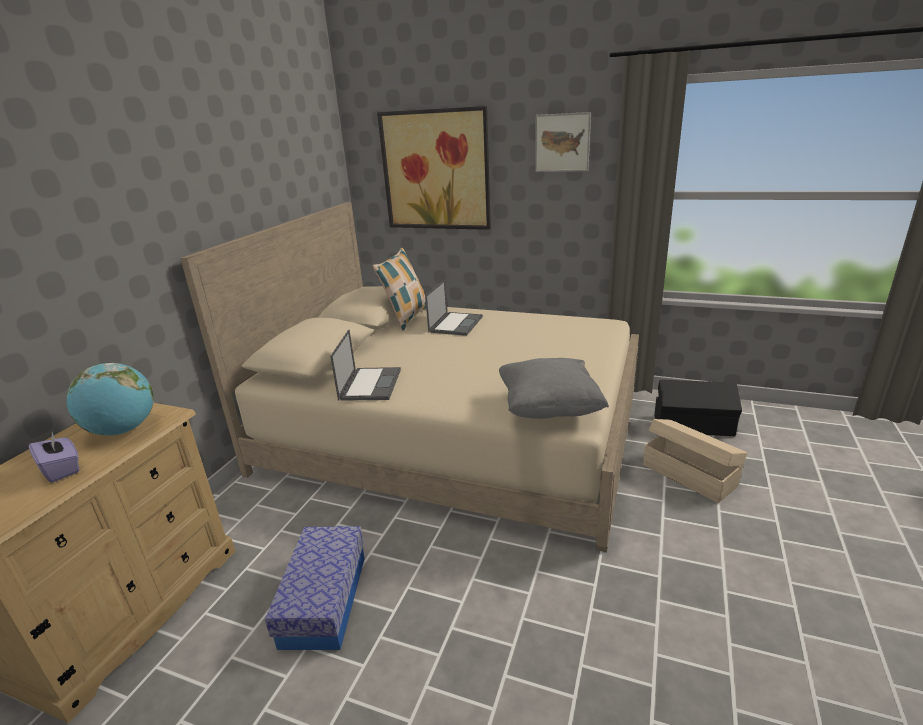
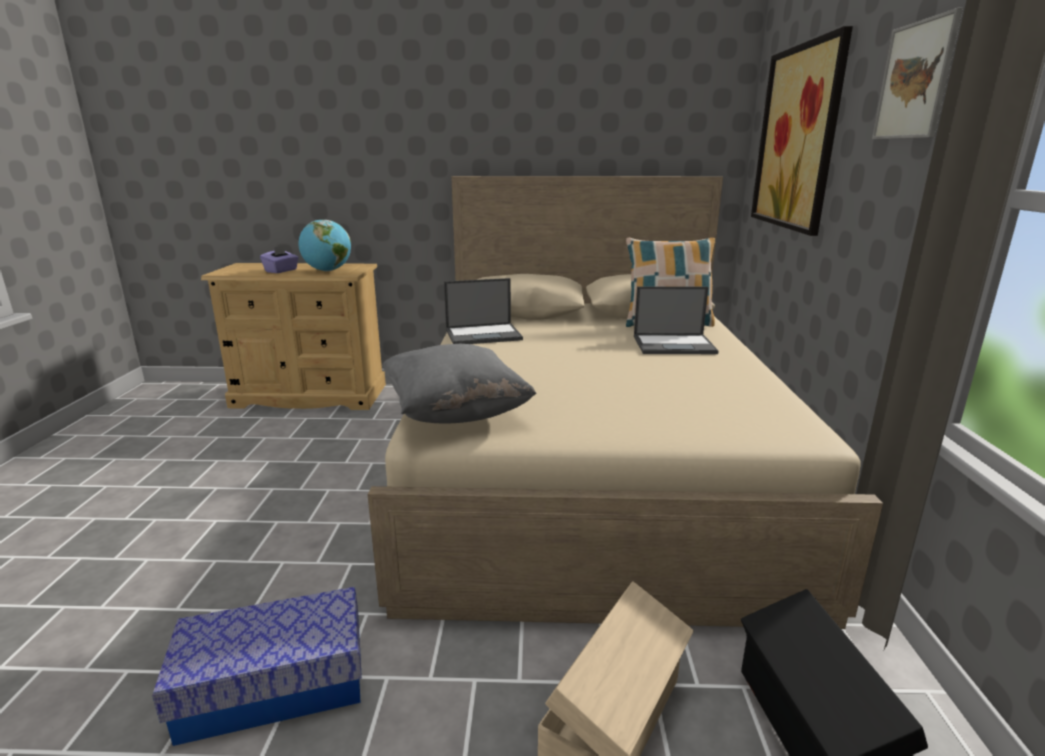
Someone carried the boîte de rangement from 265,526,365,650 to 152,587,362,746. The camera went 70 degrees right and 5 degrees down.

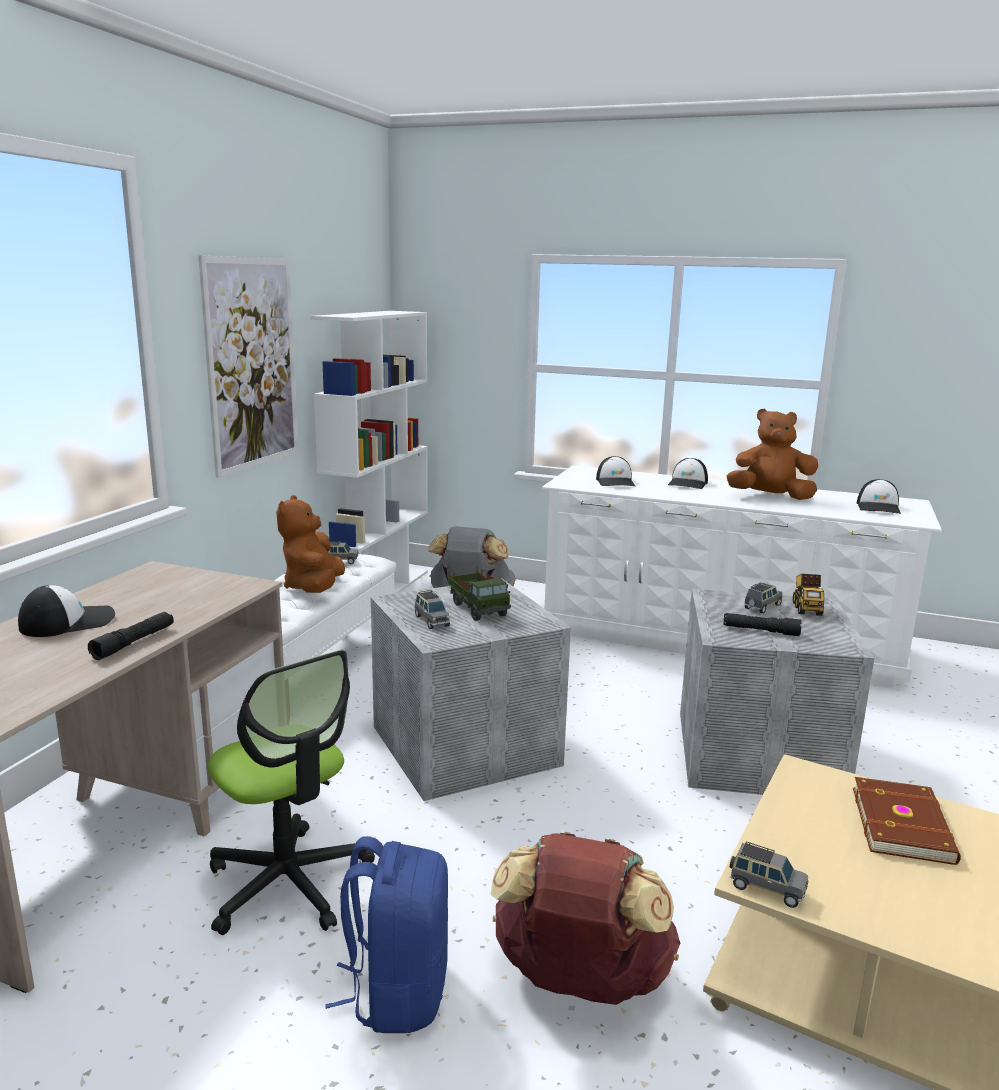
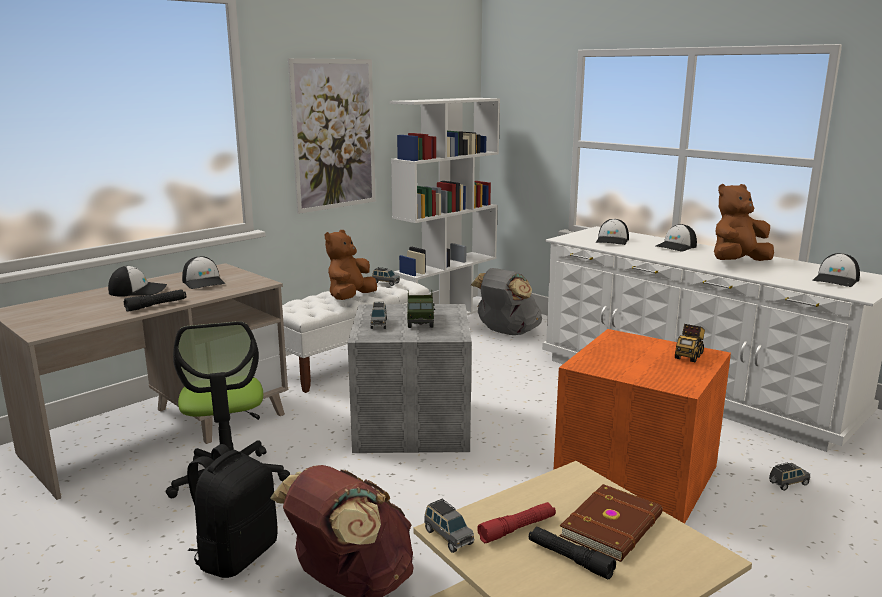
Someone repainted the sac à dos/bleu at 325,836,448,1033, which became the sac à dos/noir at 187,444,278,578. Someone repainted the boîte de rangement/gris at 680,589,874,795, which became the boîte de rangement/orange at 553,329,731,524. Someone carried the lampe de poche/noir from 723,613,802,636 to 529,527,616,579. Someone rotated the peluche/marron at 727,408,818,500 by 60 degrees counterclockwise. Someone carried the petite voiture/gris from 744,583,782,614 to 769,462,810,491. Someone put down the casquette at 182,256,226,289. Someone put down the lampe de poche/rouge at 477,502,556,543. The camera went 25 degrees right and 0 degrees up.

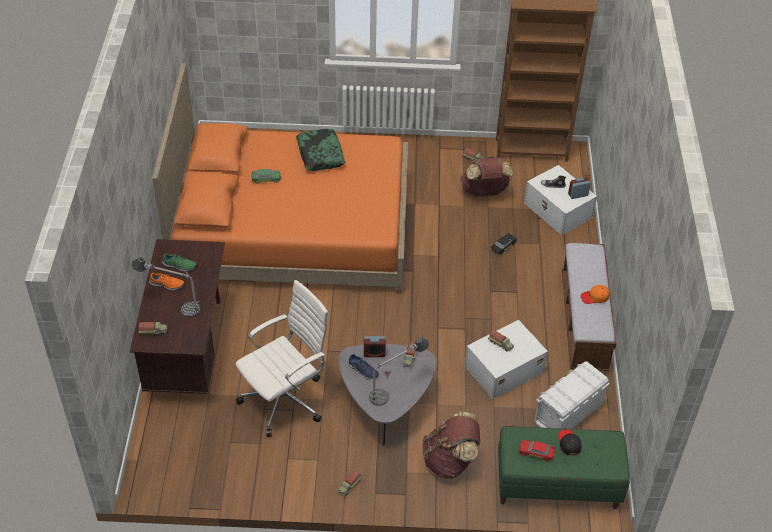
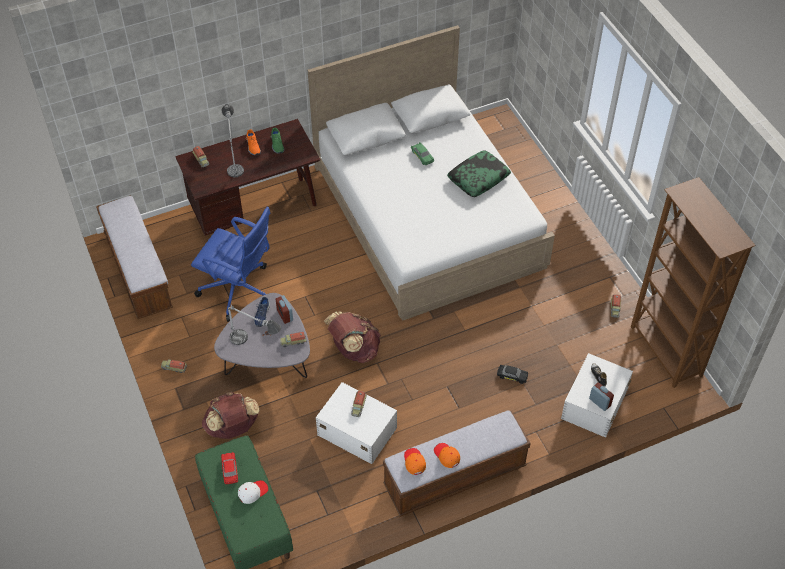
Someone repainted the lit/orange at 152,63,408,293, which became the lit/blanc at 308,25,555,321. Someone repainted the chaise de bureau/blanc at 236,280,329,437, which became the chaise de bureau/bleu at 191,207,271,322. Someone carried the sac à dos/marron from 461,156,513,197 to 324,311,381,363. Someone took away the boîte de rangement/blanc at 534,361,610,429. Someone repainted the casquette/noir at 558,429,582,455, which became the casquette/blanc at 238,480,268,504. Someone put down the banc at 96,195,173,319. Someone put down the casquette/orange at 404,448,426,475. The camera went 65 degrees right and 5 degrees up.

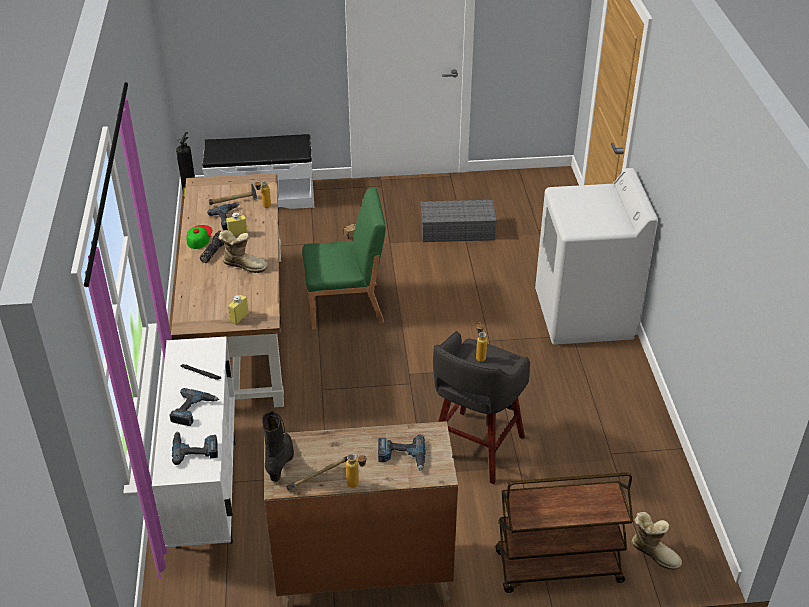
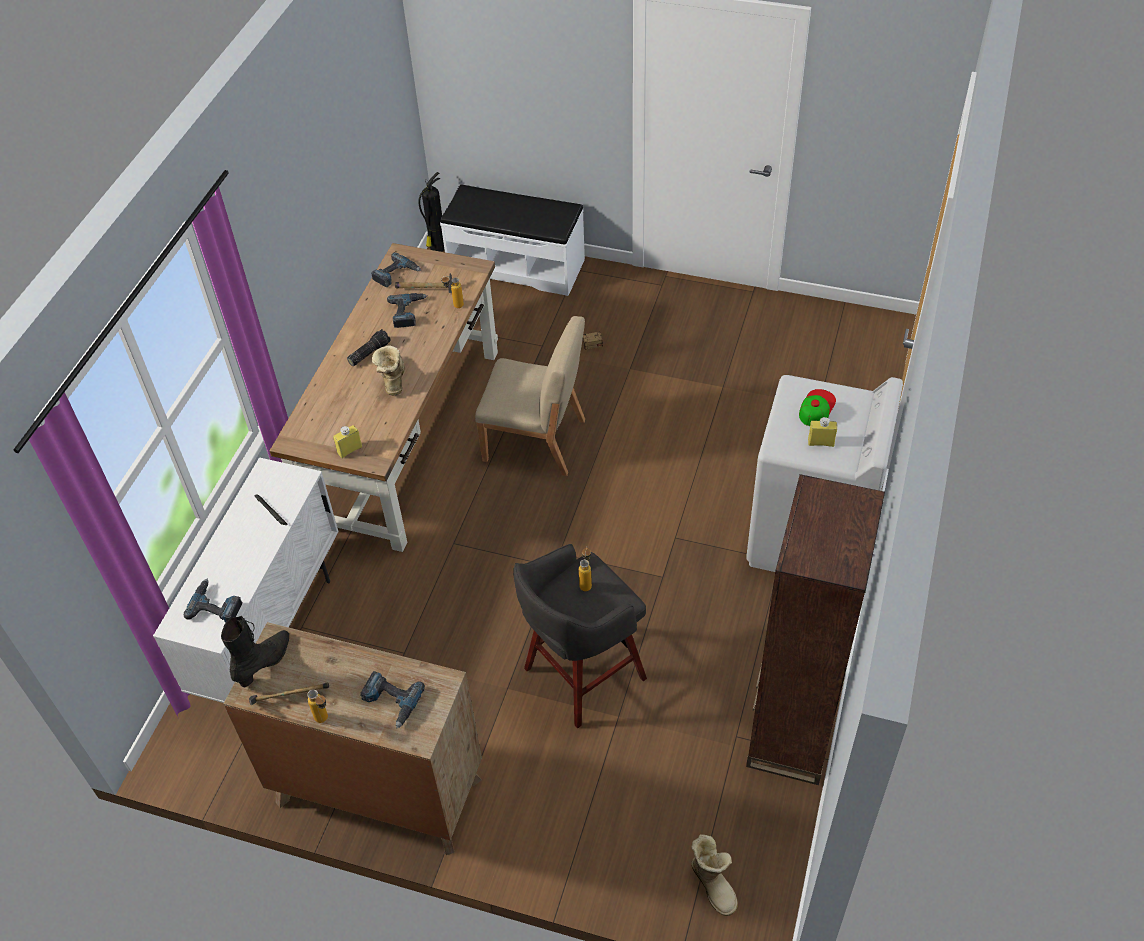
Someone carried the perceuse from 170,388,219,426 to 371,252,421,287. Someone carried the casquette from 187,225,212,249 to 799,389,836,426. Someone rotated the botte at 218,230,268,273 by 135 degrees counterclockwise. Someone carried the bouteille/jaune from 226,213,248,237 to 808,417,837,447. Someone repainted the chaise/vert at 302,188,386,330, which became the chaise/beige at 475,316,585,476. Someone took away the boîte de rangement/gris at 420,200,497,242. Someone took away the chariot/marron at 496,472,633,593. Someone put down the bibliothèque/marron at 746,474,885,785. The camera went 25 degrees right and 10 degrees up.

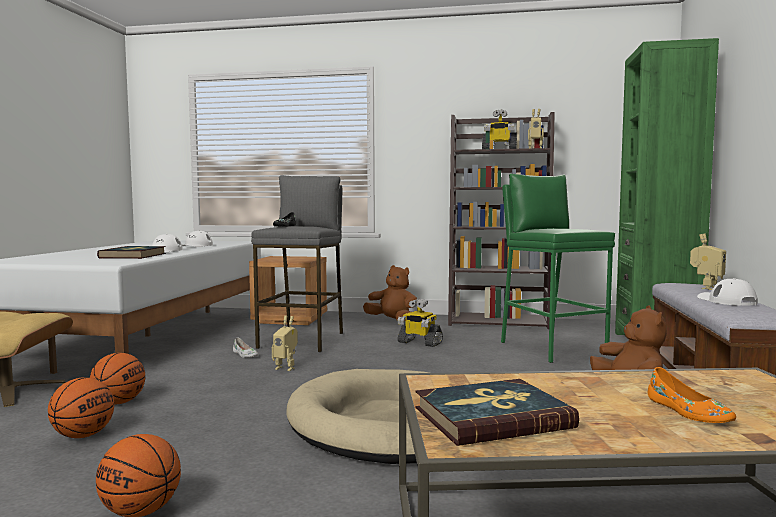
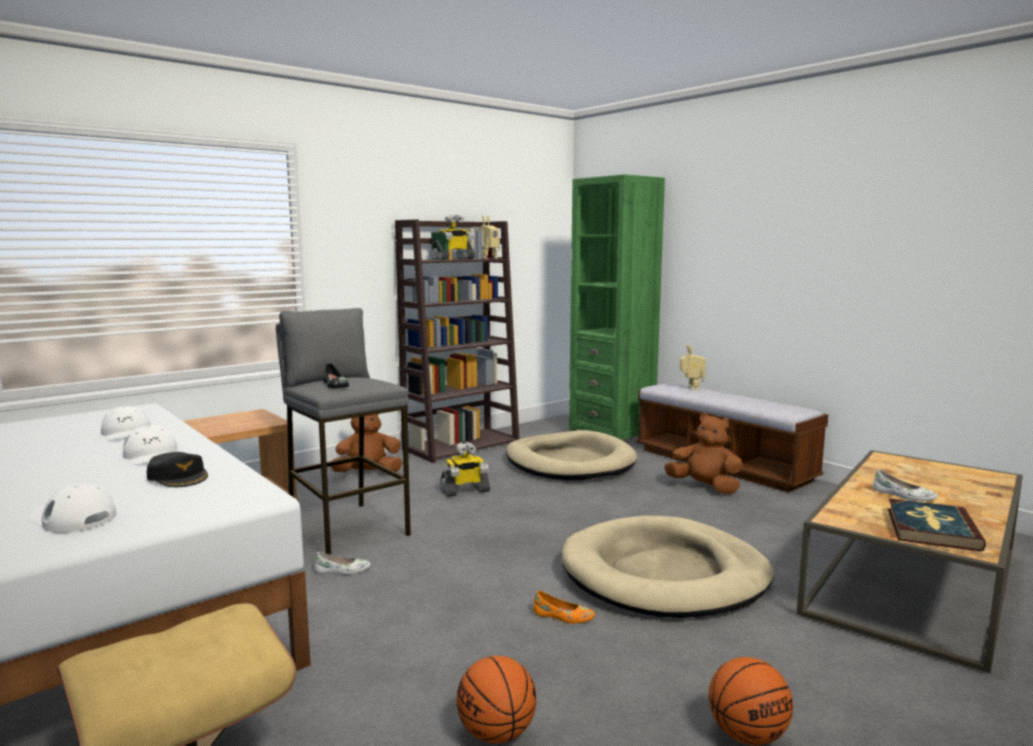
Someone took away the ballon de basket at 90,353,145,404. Someone swapped the livre at 97,246,166,259 for the casquette/noir at 146,452,208,487. Someone took away the robot jouet at 272,315,298,371. Someone swapped the tabouret/vert at 501,174,615,363 for the panier pour chien/beige at 506,430,637,481. Someone carried the chaussure/orange from 648,367,736,423 to 533,590,595,624. Someone carried the casquette/blanc from 697,278,758,306 to 29,483,116,533. Someone put down the chaussure/blanc at 873,469,938,501. The camera went 50 degrees left and 5 degrees up.

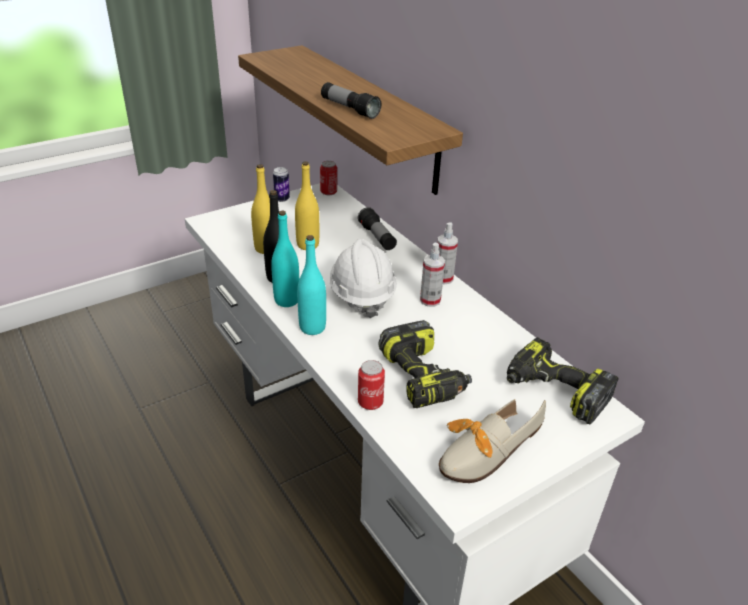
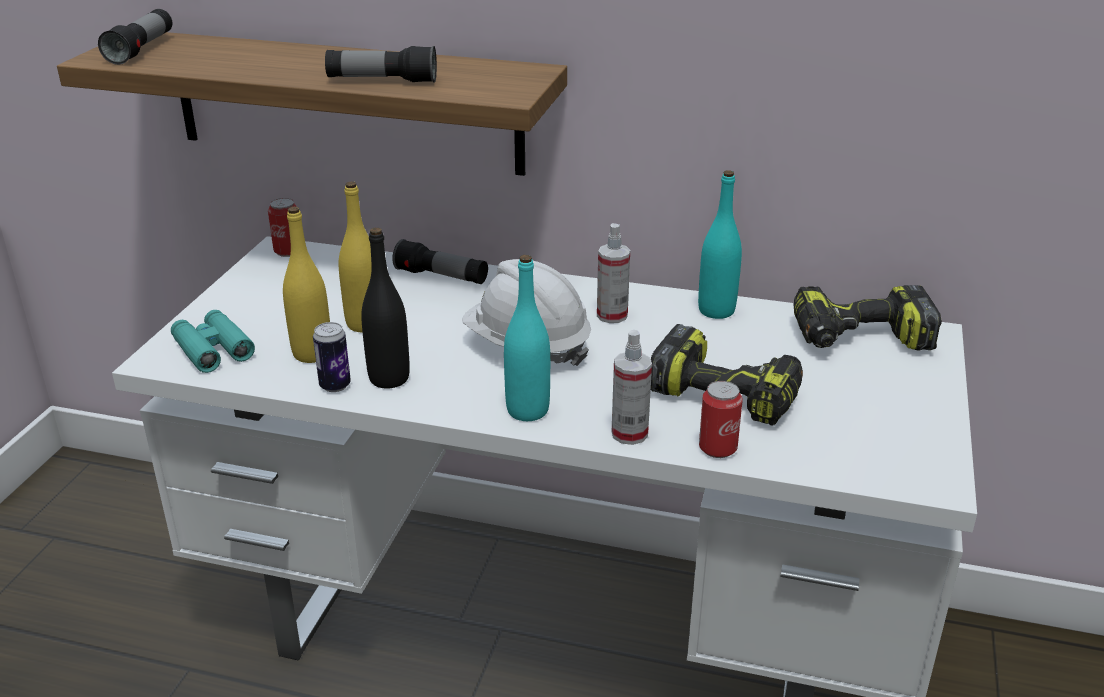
Someone carried the bouteille/turquoise from 271,210,299,307 to 698,170,742,319. Someone carried the boîte métallique from 273,167,290,202 to 313,322,351,392. Someone carried the vaporisateur from 437,223,458,285 to 612,330,652,445. Someone took away the chaussure at 439,399,546,483. Someone put down the lampe de poche at 98,9,172,65. Someone put down the jumelles/turquoise at 171,310,255,373. The camera went 40 degrees left and 5 degrees down.

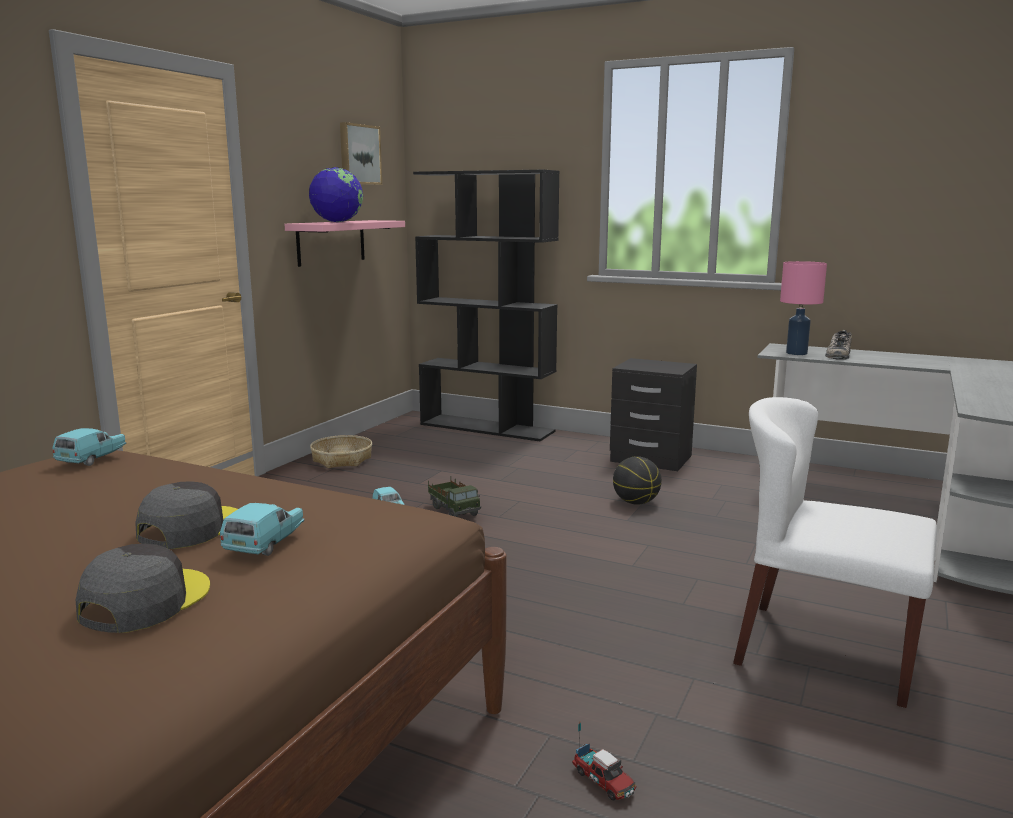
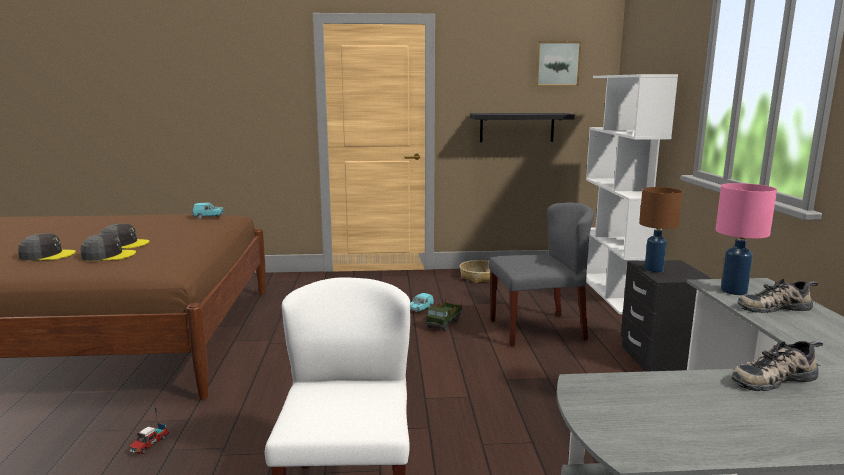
Someone swapped the petite voiture/turquoise at 220,503,304,556 for the casquette/gris at 80,234,136,261. Someone repainted the étagère/rose at 284,220,405,267, which became the étagère/noir at 470,113,575,142. Someone took away the globe at 309,167,363,222. Someone repainted the bibliothèque/noir at 413,170,560,441, which became the bibliothèque/blanc at 586,74,678,314. Someone took away the ballon de basket at 613,456,662,505. Someone put down the chaise/gris at 489,203,594,347. Someone put down the lampe de table/marron at 639,187,683,272. Someone put down the chaussure at 732,341,823,391. The camera went 60 degrees right and 0 degrees up.

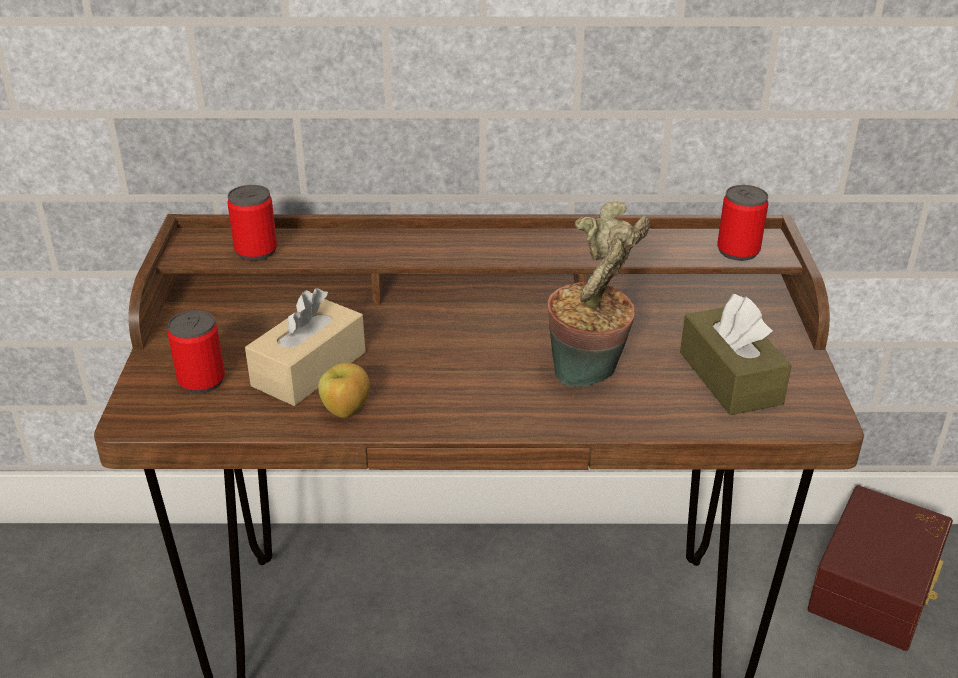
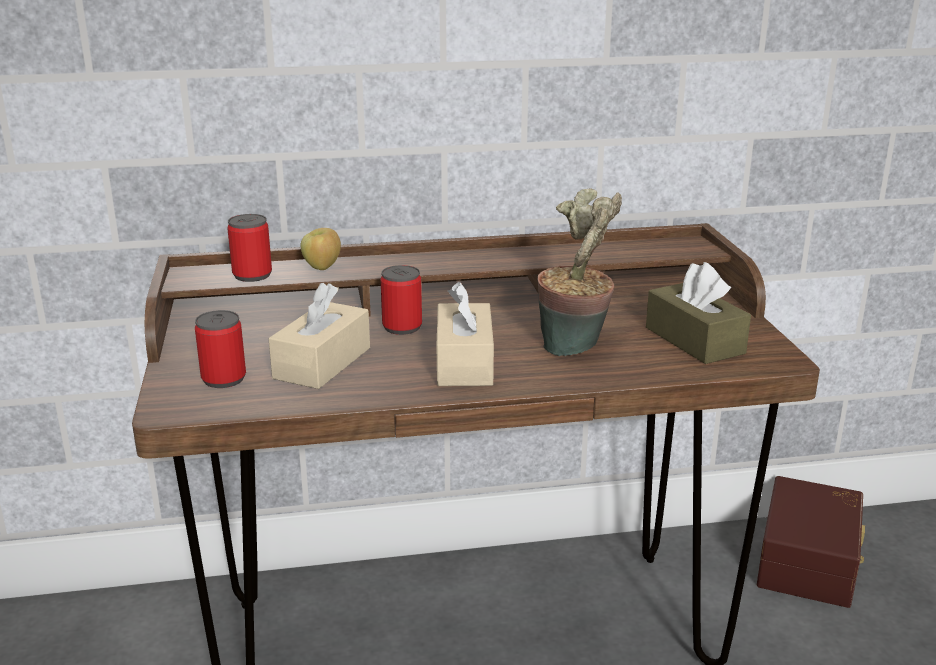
Someone carried the pomme from 318,363,370,418 to 301,228,341,270. Someone carried the boîte métallique from 717,185,768,261 to 381,265,422,335. Someone put down the boîte à mouchoirs/beige at 437,282,494,386. The camera went 10 degrees left and 10 degrees down.

